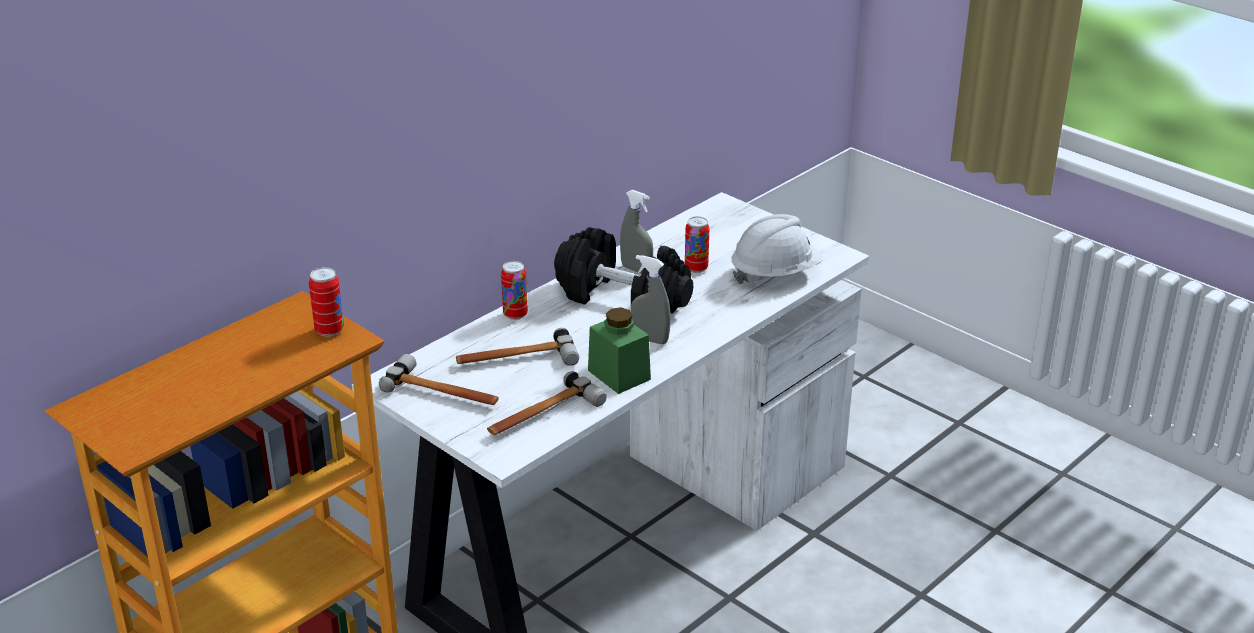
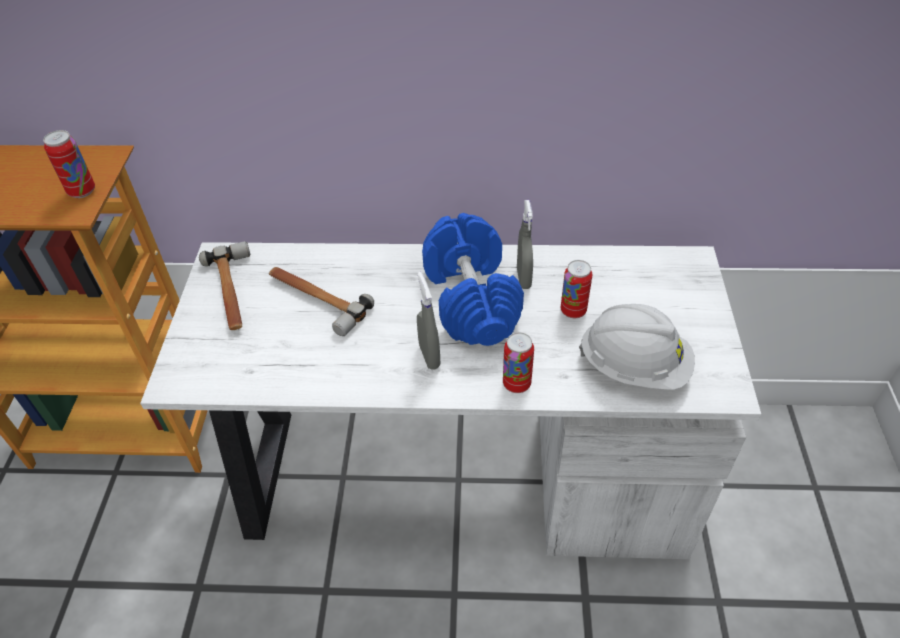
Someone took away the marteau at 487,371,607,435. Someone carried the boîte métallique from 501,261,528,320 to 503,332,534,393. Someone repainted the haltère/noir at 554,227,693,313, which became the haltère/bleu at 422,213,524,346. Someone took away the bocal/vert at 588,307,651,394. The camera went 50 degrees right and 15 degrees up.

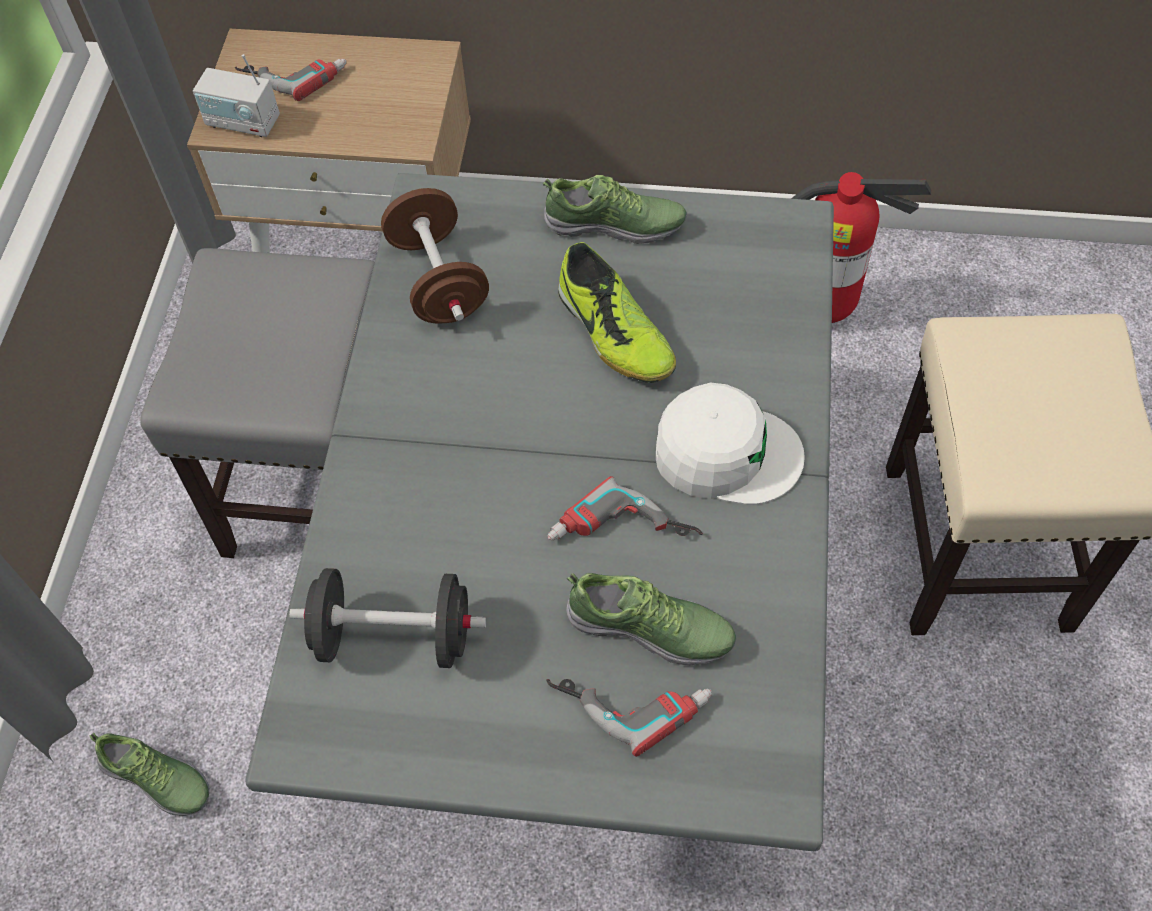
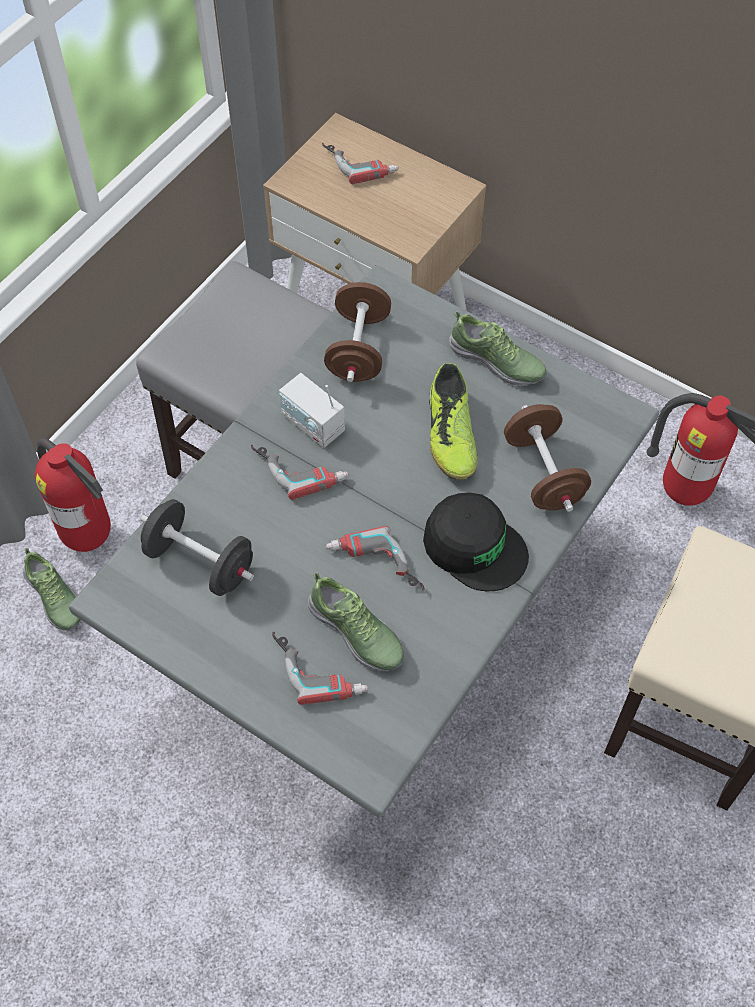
Someone carried the radio from 193,54,280,137 to 279,373,345,448. Someone repainted the casquette/blanc at 656,382,805,505, which became the casquette/noir at 423,493,529,591. Someone put down the extincteur at 35,438,111,552. Someone put down the perceuse at 251,445,349,500. Someone put down the haltère/marron at 504,404,591,512. The camera went 25 degrees right and 0 degrees up.

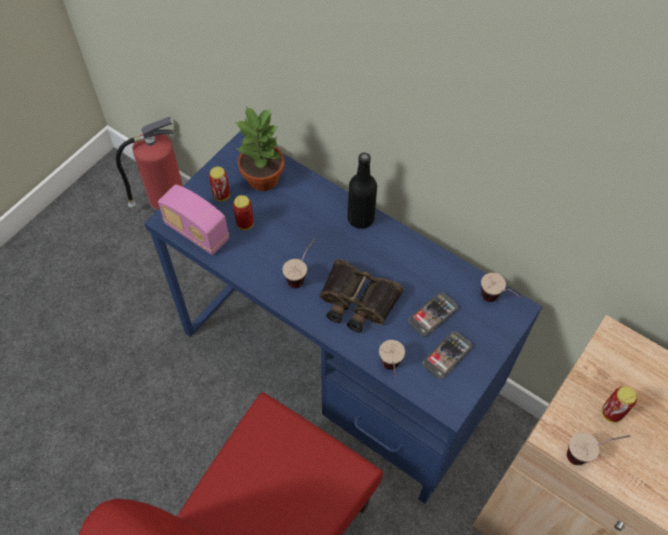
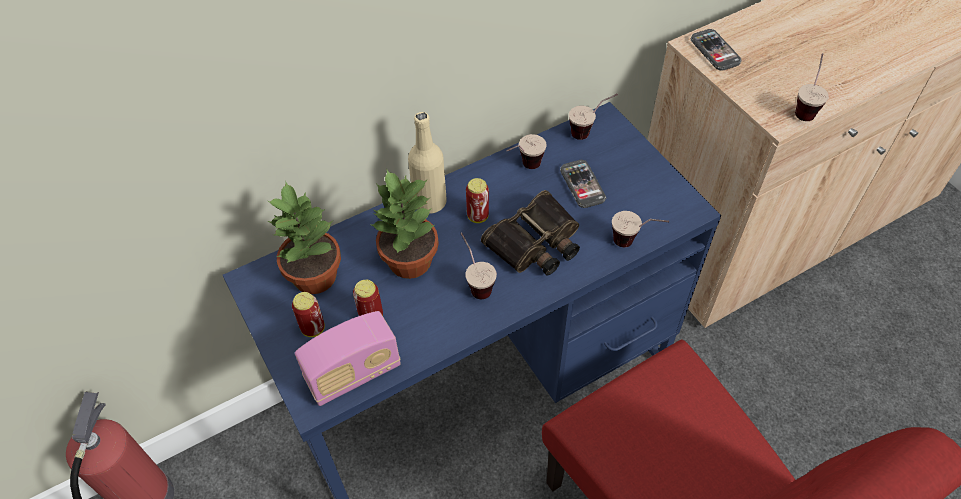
Someone repainted the bouteille/noir at 348,153,377,229, which became the bouteille/beige at 408,112,447,214. Someone carried the téléphone from 423,331,473,379 to 690,29,741,71. Someone carried the boîte métallique from 602,386,637,422 to 466,178,489,223. Someone put down the plante en pot at 369,170,439,279. Someone put down the tasse at 507,134,546,169. The camera went 65 degrees left and 5 degrees down.

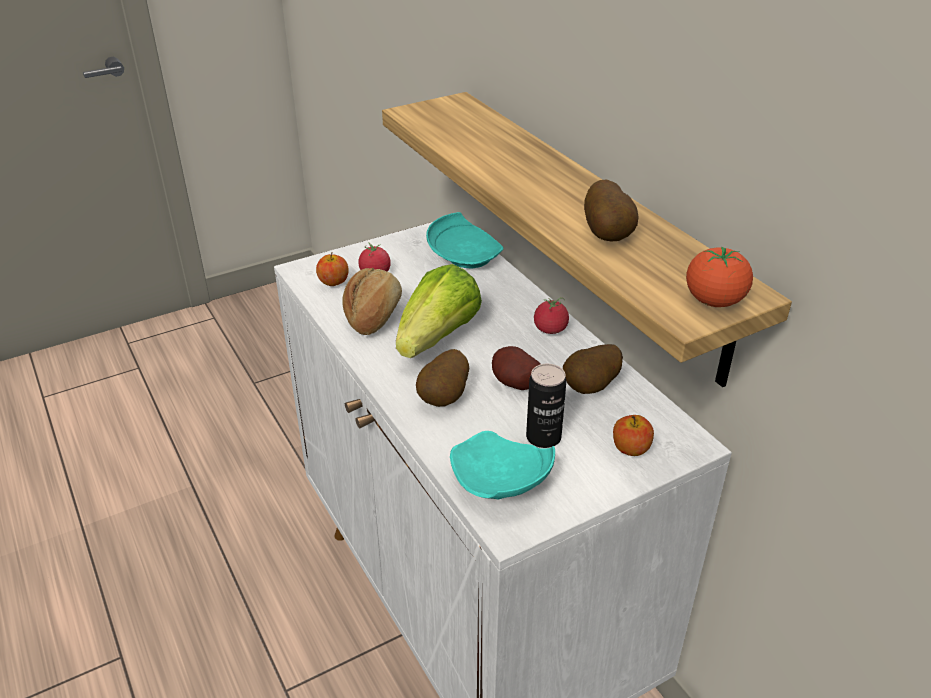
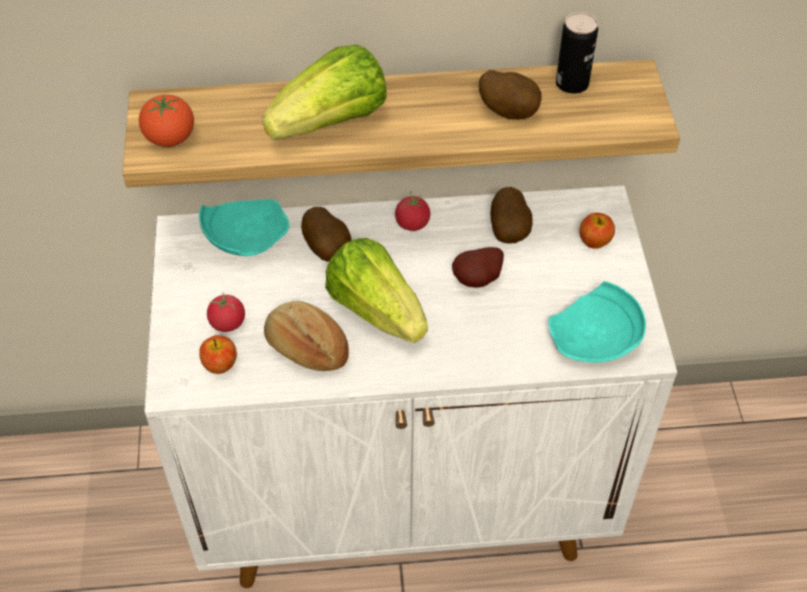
Someone carried the pomme de terre from 416,349,469,407 to 301,207,351,262. Someone carried the boîte métallique from 526,364,566,448 to 556,12,598,94. Someone carried the tomate from 686,246,753,307 to 139,94,194,147. Someone put down the laitue at 262,45,387,140. The camera went 65 degrees left and 15 degrees up.

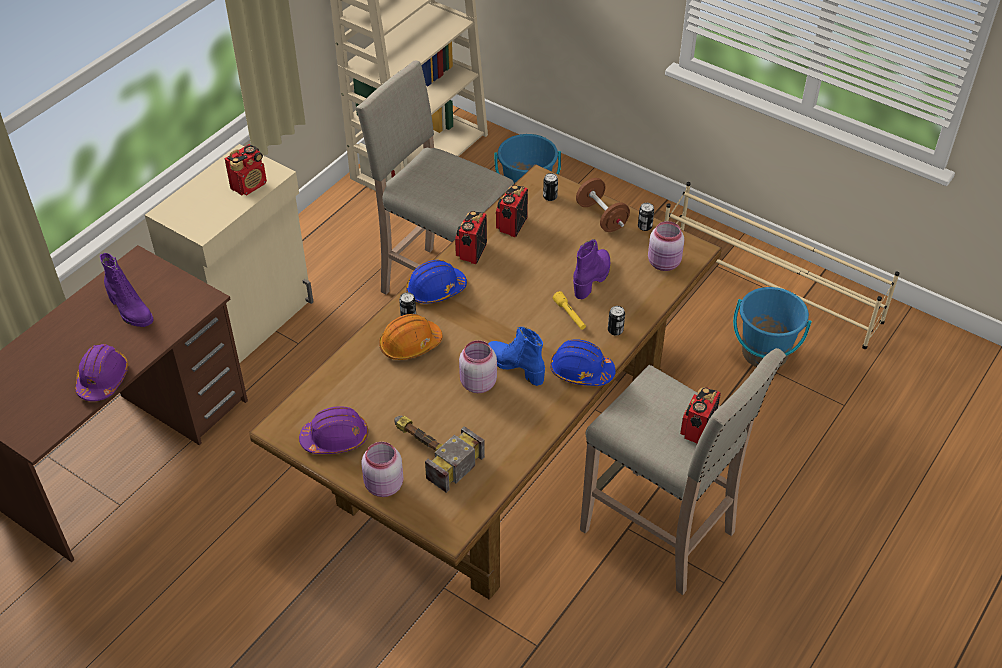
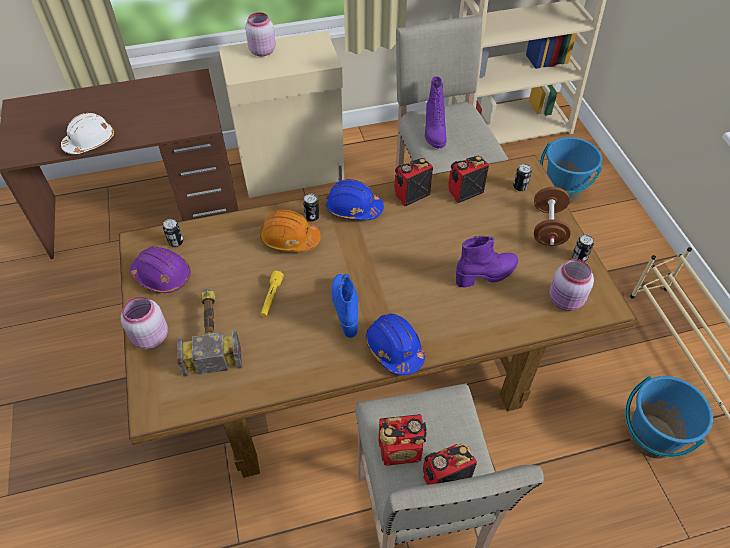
Someone repainted the casque de chantier/violet at 75,344,128,401, which became the casque de chantier/blanc at 61,113,114,154. Someone carried the botte/violet from 100,253,154,327 to 425,77,447,148. Someone carried the radio from 225,144,267,196 to 379,414,426,466. Someone carried the bocal/rose from 459,340,497,393 to 245,12,276,56. Someone carried the lampe de poche/jaune from 553,291,586,330 to 260,271,284,317. Someone carried the boîte métallique from 608,306,625,336 to 163,219,183,247. The camera went 40 degrees right and 5 degrees up.

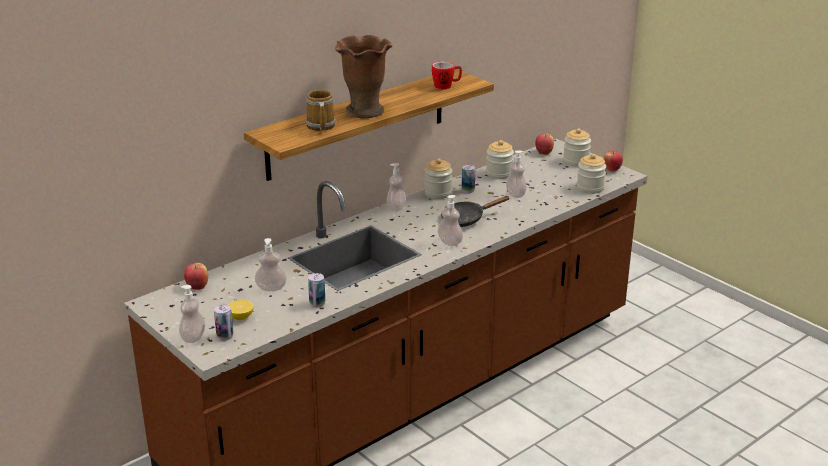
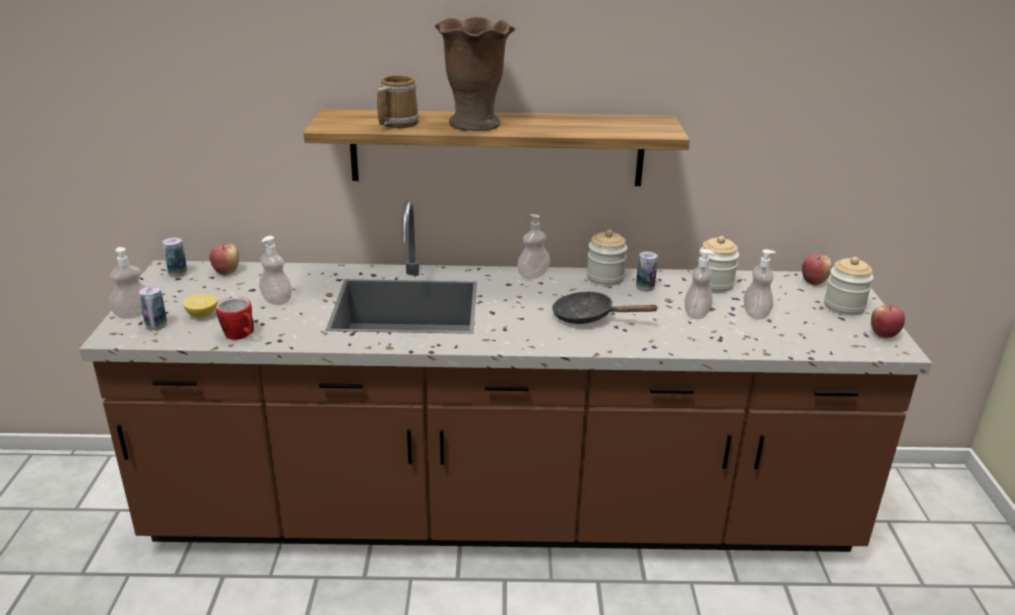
Someone carried the boîte métallique from 308,273,325,308 to 163,238,187,278. Someone carried the mug from 432,62,462,89 to 216,297,254,340. Someone carried the distributeur de savon from 438,195,463,246 to 744,249,776,319. Someone took away the bocal at 577,154,606,194. The camera went 40 degrees right and 0 degrees up.

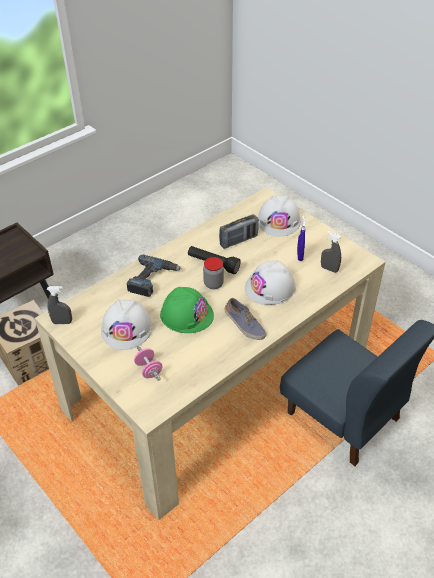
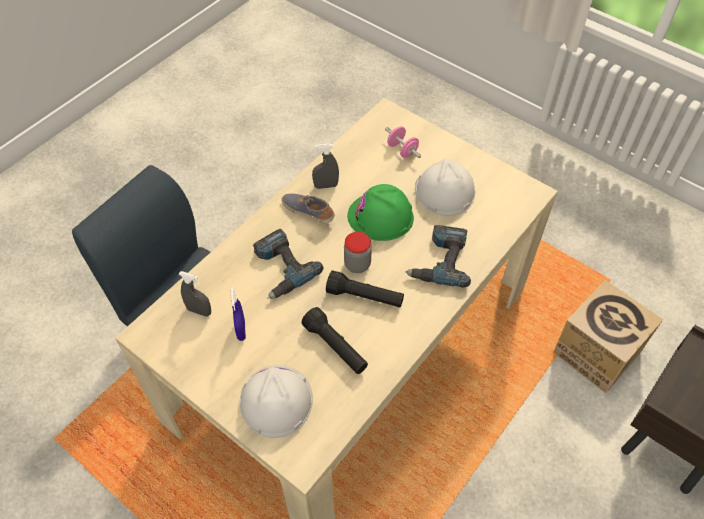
Someone carried the vaporisateur/gris from 47,286,72,324 to 312,143,339,189. Someone swapped the radio at 219,214,259,249 for the lampe de poche/noir at 302,307,368,374. Someone swapped the casque de chantier/blanc at 245,260,296,305 for the perceuse at 253,229,323,299. The camera went 170 degrees right and 10 degrees up.

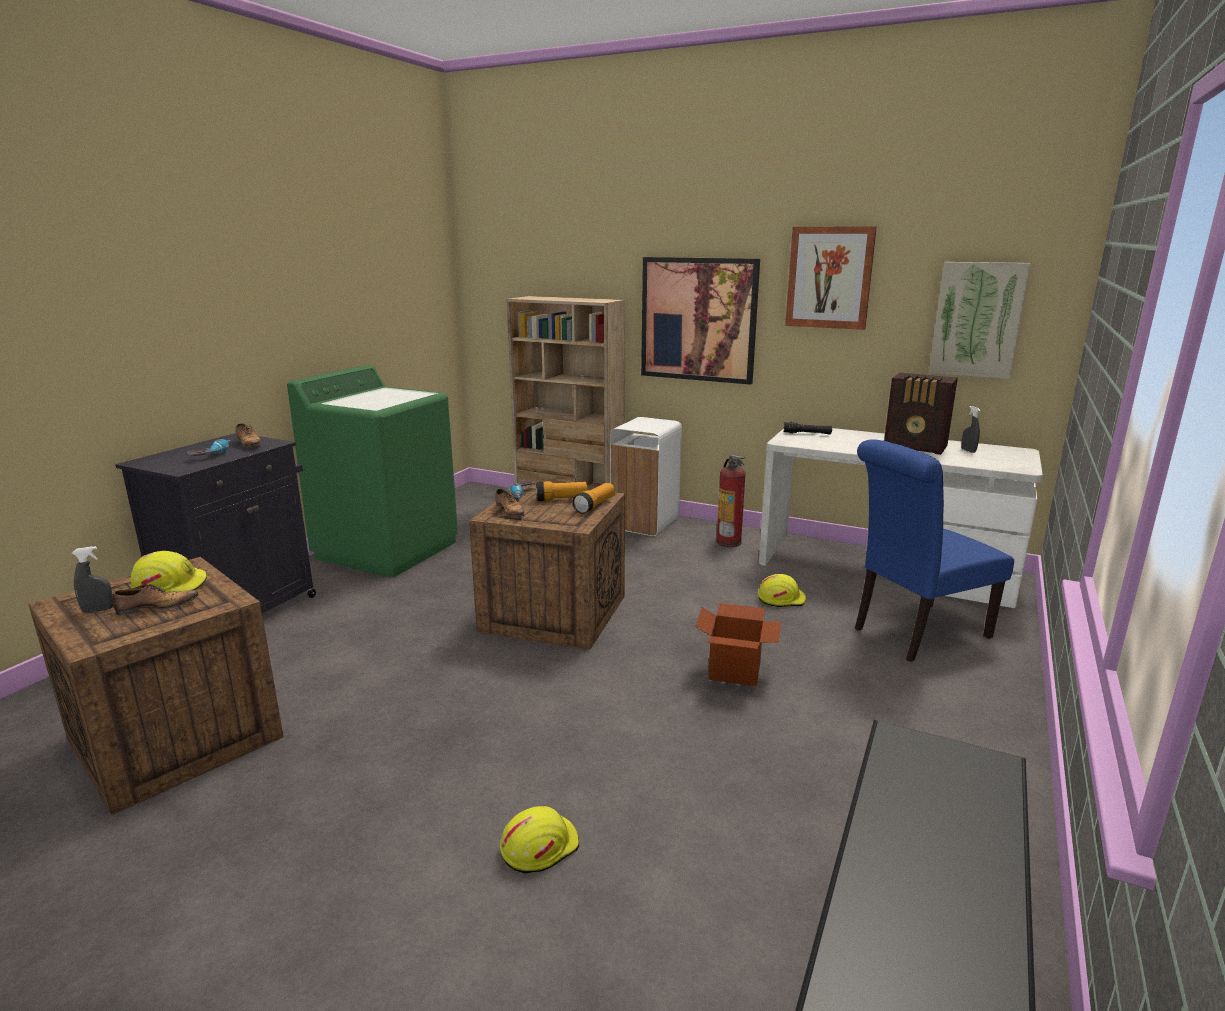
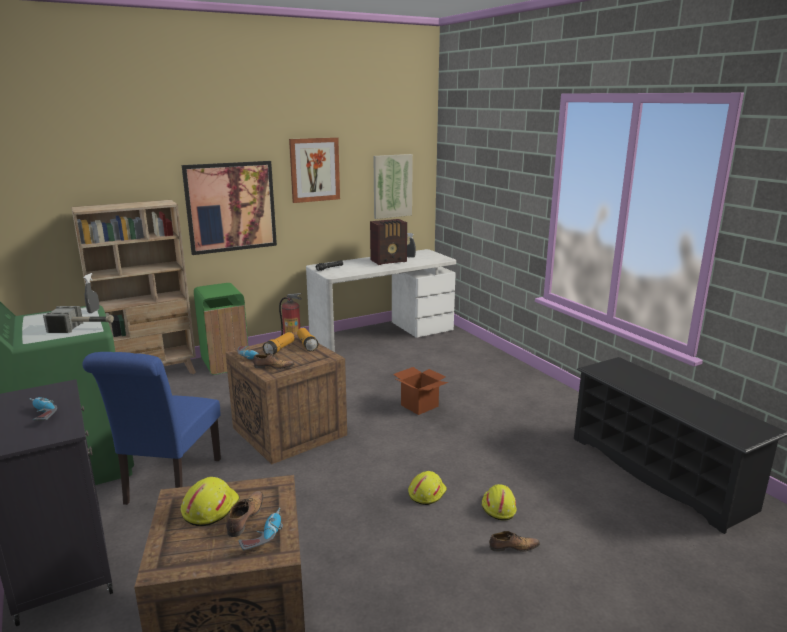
Someone carried the vaporisateur/gris from 72,546,113,613 to 84,273,100,313. Someone carried the chaussure from 236,424,261,447 to 489,531,540,552. Someone repainted the poubelle/blanc at 610,417,682,536, which became the poubelle/vert at 194,283,248,375. Someone carried the casque de chantier/jaune from 758,574,807,607 to 408,471,447,505. Someone carried the chaise/bleu from 855,440,1014,662 to 82,352,221,505. Someone put down the marteau at 43,306,114,333. Someone put down the perceuse at 239,507,283,550. The camera went 55 degrees left and 0 degrees up.

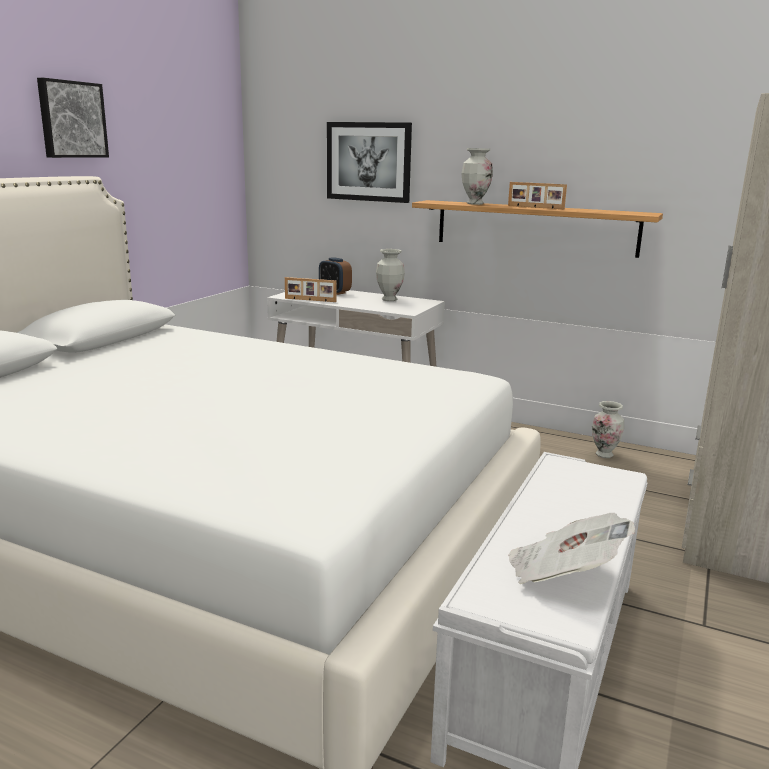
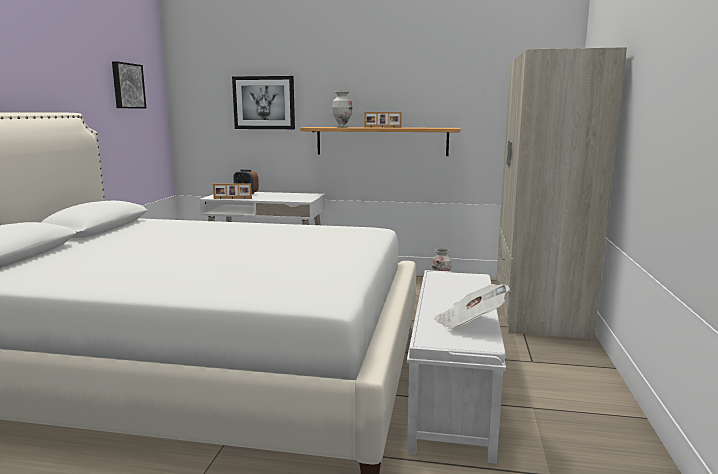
Someone carried the tableau from 37,78,109,158 to 112,61,146,108. Someone took away the vase at 376,249,405,301. The camera went 15 degrees left and 5 degrees down.

